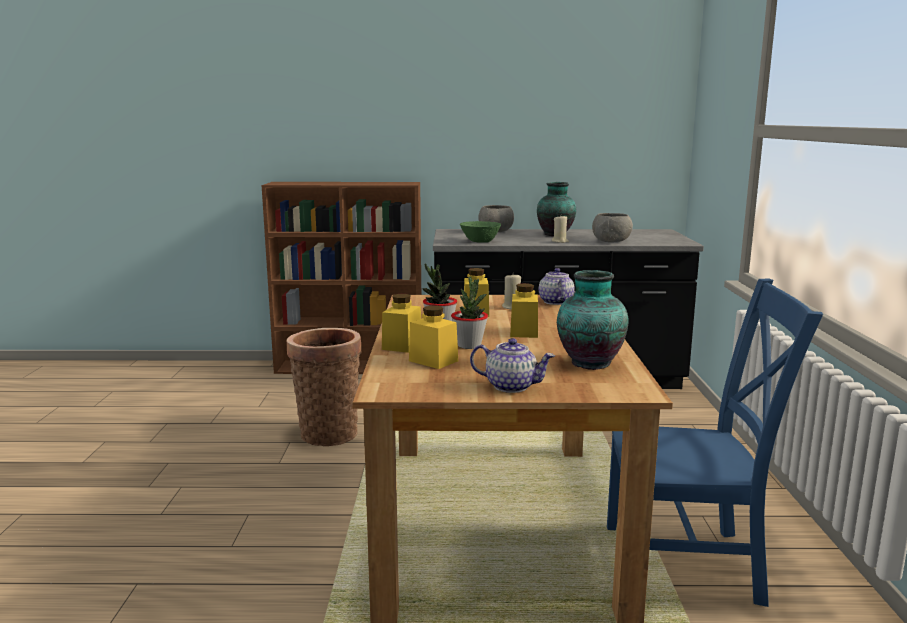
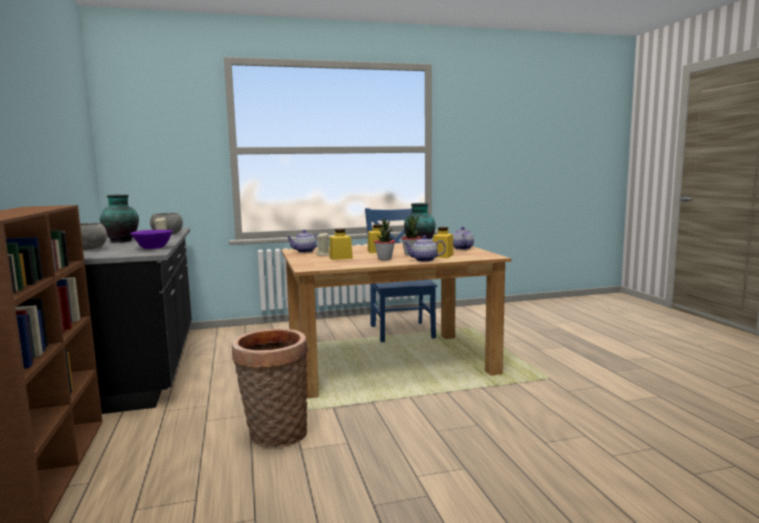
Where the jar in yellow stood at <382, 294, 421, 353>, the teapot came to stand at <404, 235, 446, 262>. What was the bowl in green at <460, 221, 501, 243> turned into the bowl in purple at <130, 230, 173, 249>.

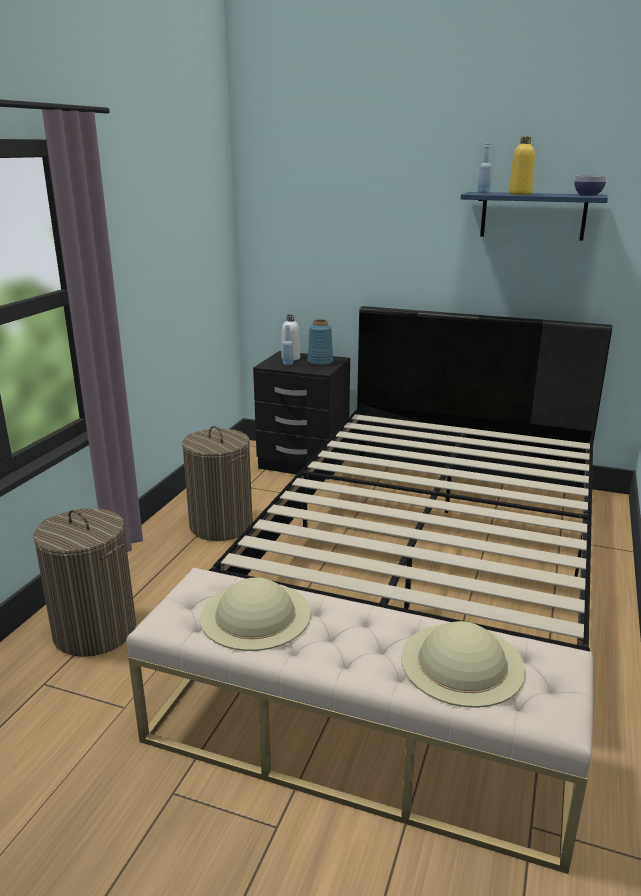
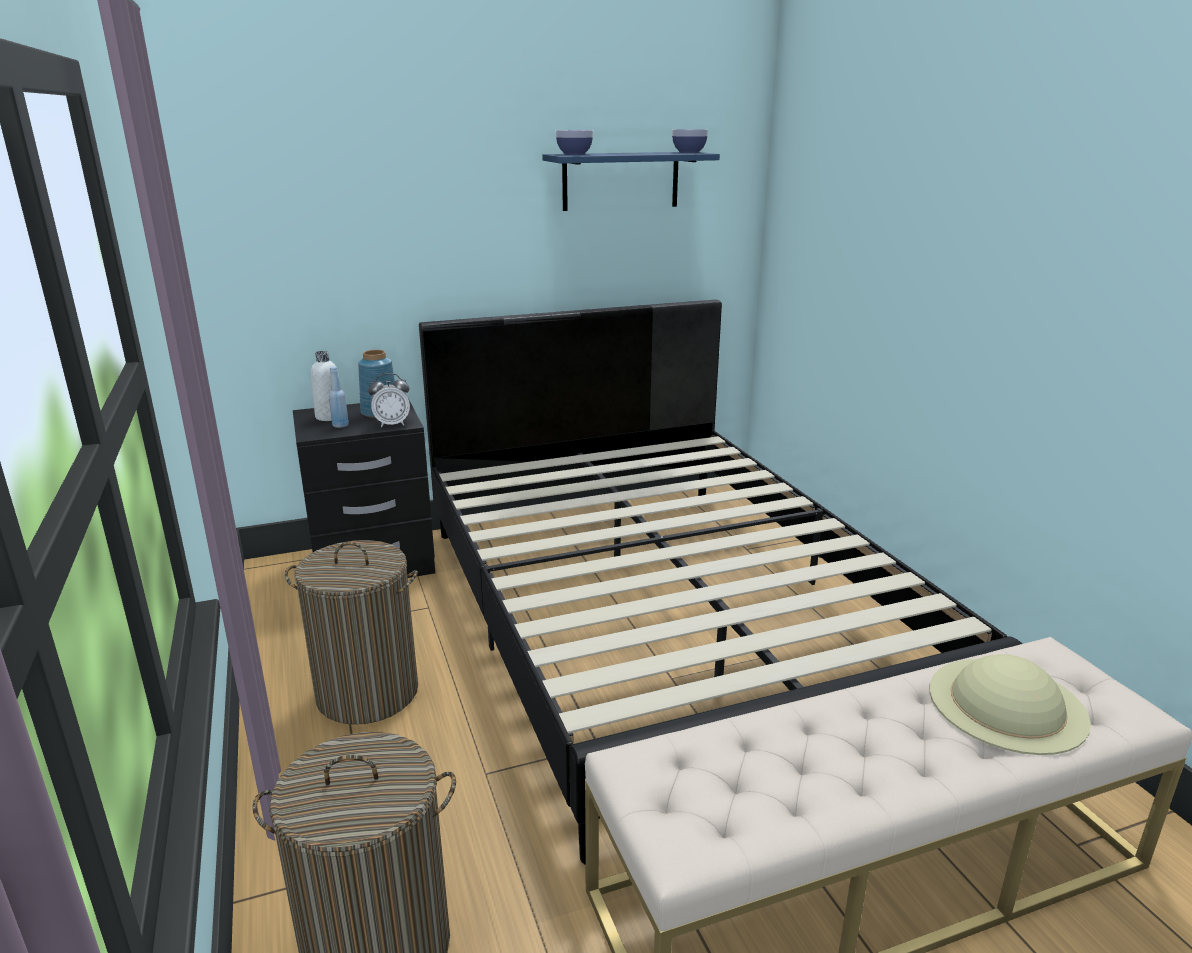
The second view lost the hat in beige at <200, 577, 311, 651>. Where the bottle in blue stood at <478, 143, 492, 193>, the bowl came to stand at <556, 130, 593, 155>. The second view lost the bottle in yellow at <509, 136, 535, 195>. The second view gained the alarm clock at <368, 373, 410, 428>.

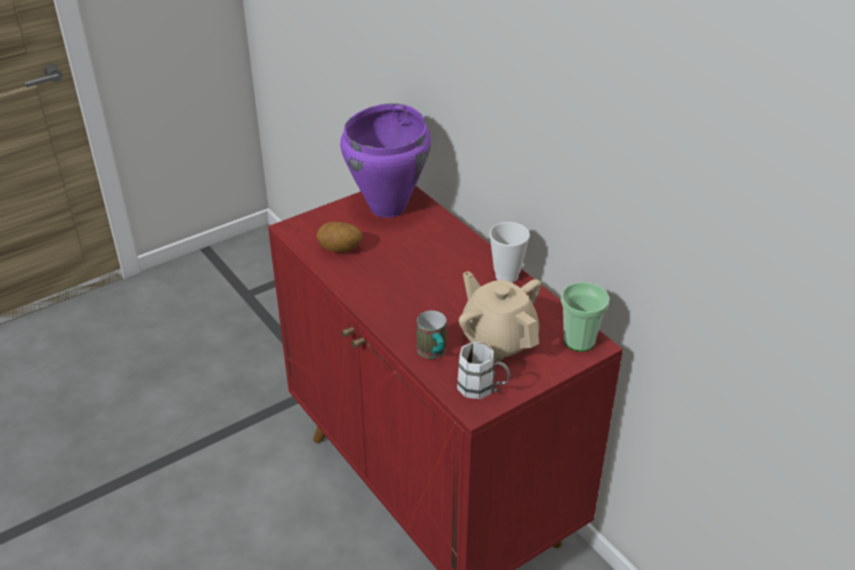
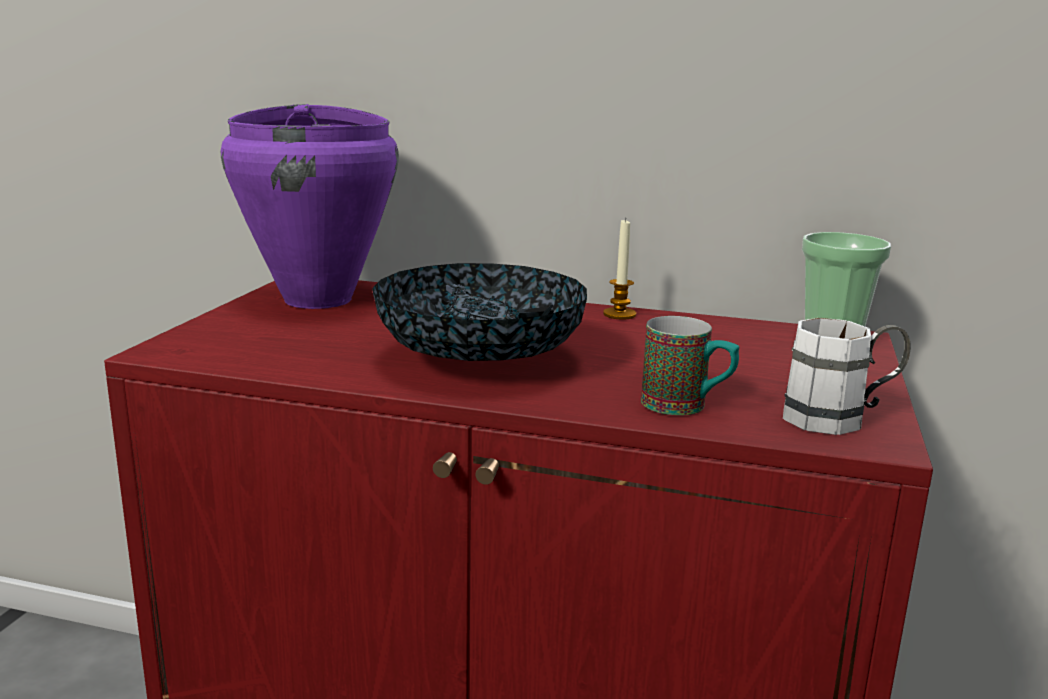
The second view lost the potato at <317, 222, 363, 253>. The second view lost the teapot in beige at <459, 271, 541, 361>. Where the cup stood at <489, 222, 530, 283>, the candle came to stand at <603, 219, 636, 320>. The second view gained the bowl at <372, 263, 587, 361>.

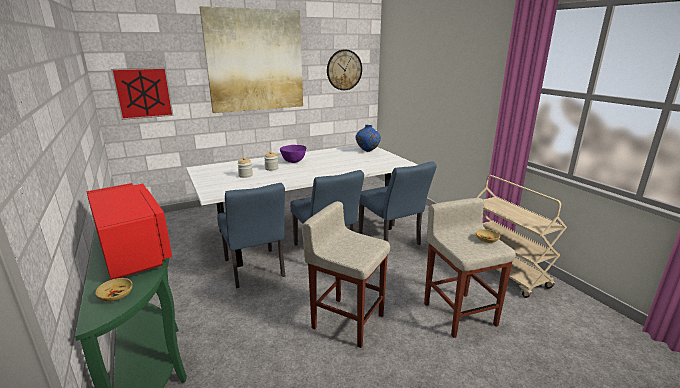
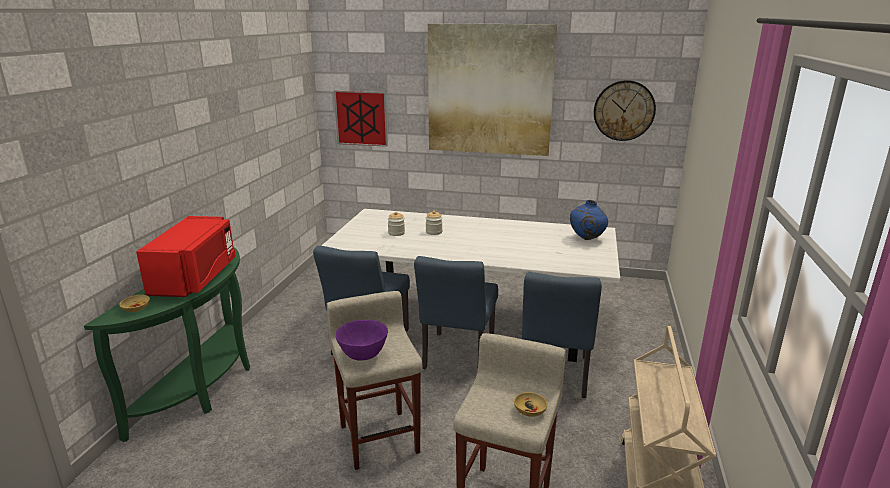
The bowl in purple ended up elsewhere, having gone from <280, 145, 306, 163> to <335, 320, 388, 361>.

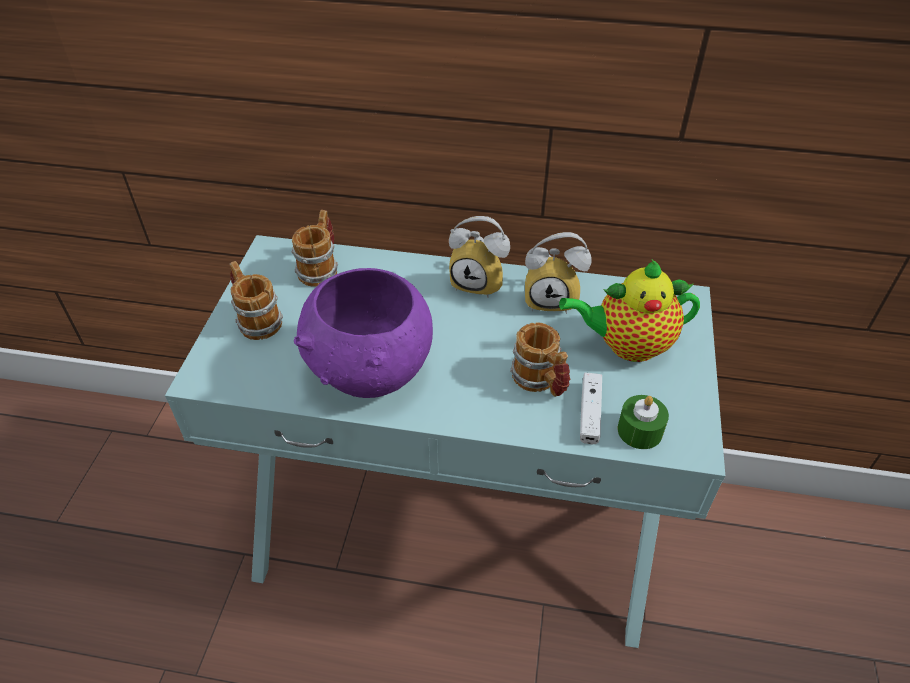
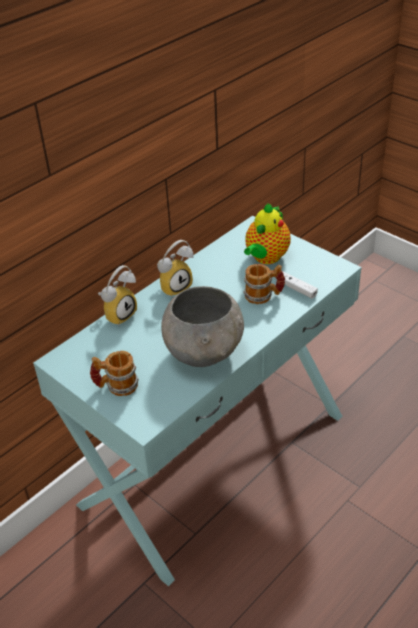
The second view lost the mug at <291, 210, 338, 287>. What was the bowl in purple at <294, 268, 433, 398> turned into the bowl in grey at <161, 286, 244, 367>. The alarm clock ended up elsewhere, having gone from <525, 232, 592, 314> to <98, 265, 137, 326>. The second view lost the candle in green at <618, 395, 669, 449>.

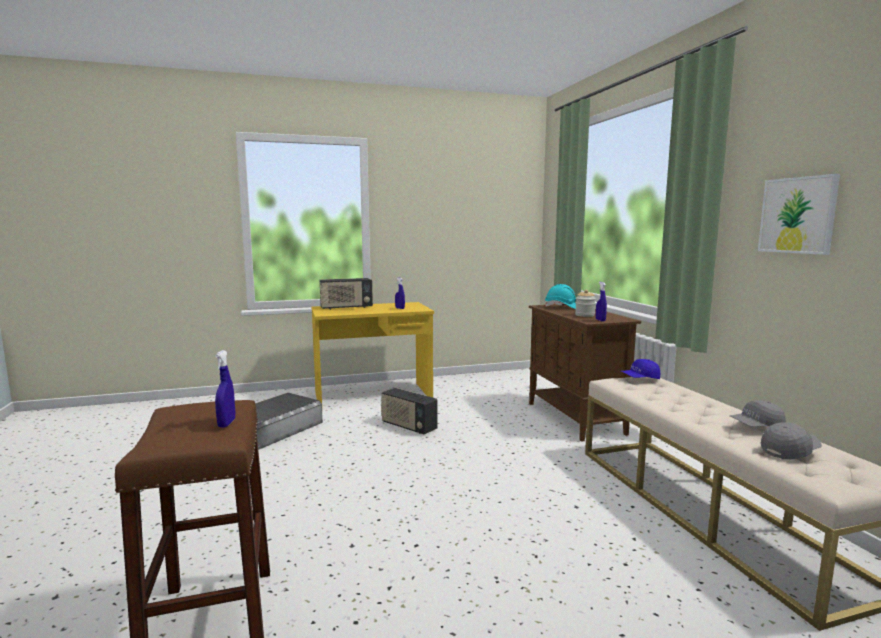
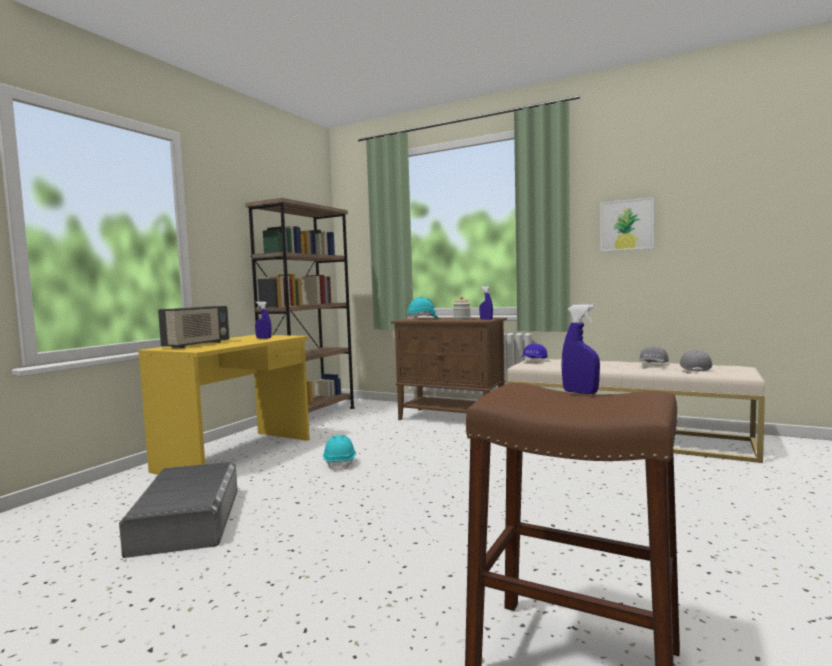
Where the radio stood at <381, 388, 438, 434>, the hard hat in turquoise came to stand at <323, 435, 356, 471>. The second view gained the bookcase in brown at <245, 198, 355, 413>.

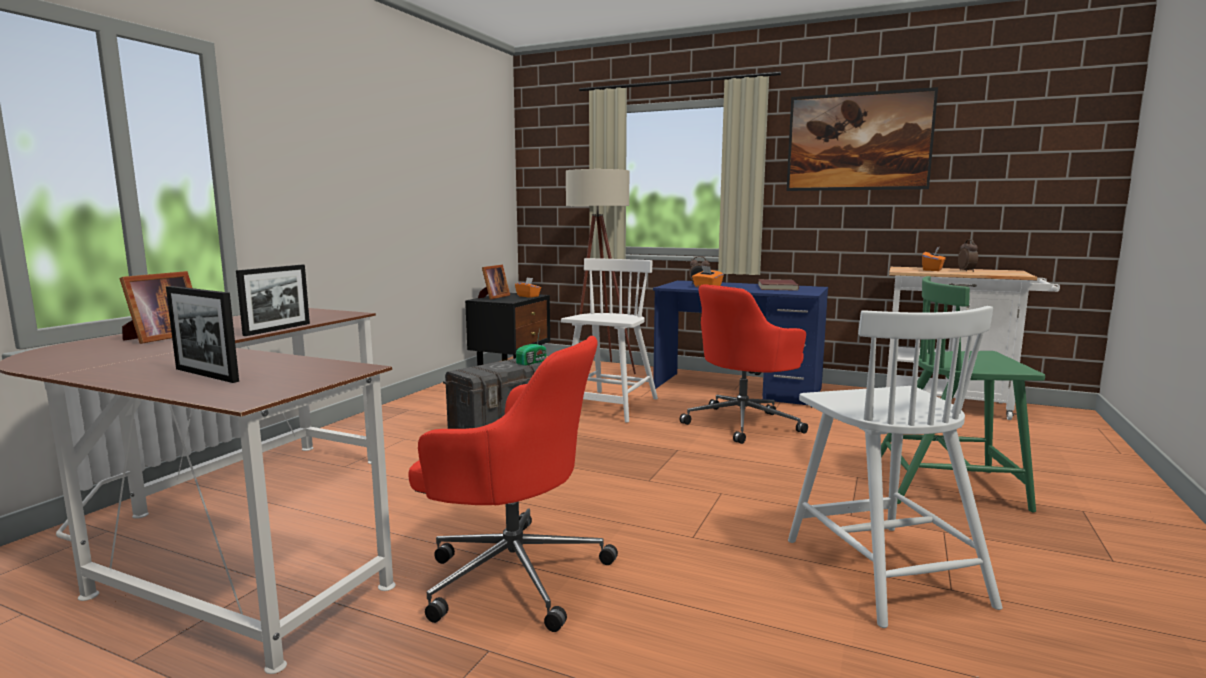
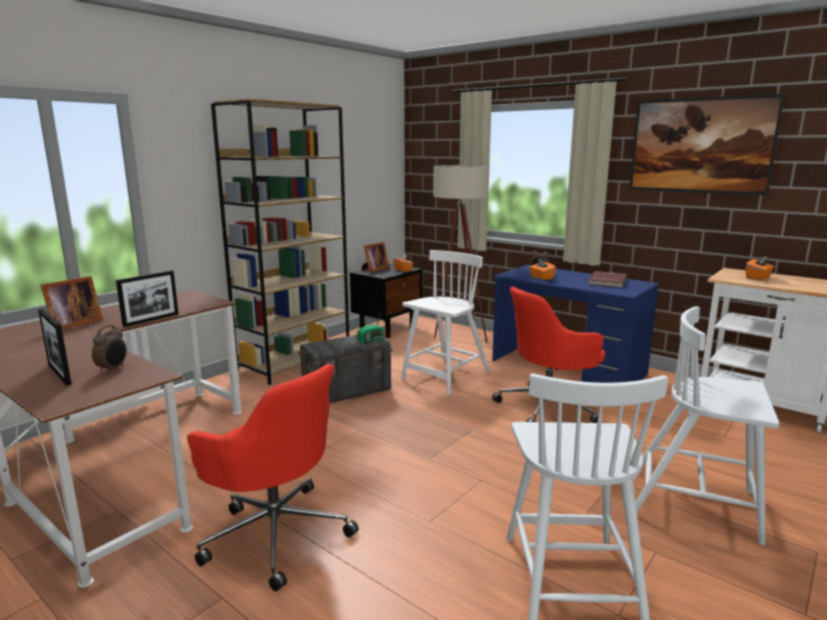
What was the chair in green at <881, 276, 1045, 512> turned into the chair in white at <636, 306, 779, 546>. The alarm clock ended up elsewhere, having gone from <958, 239, 978, 272> to <92, 325, 127, 373>. The second view gained the bookcase in brown at <211, 99, 349, 385>.

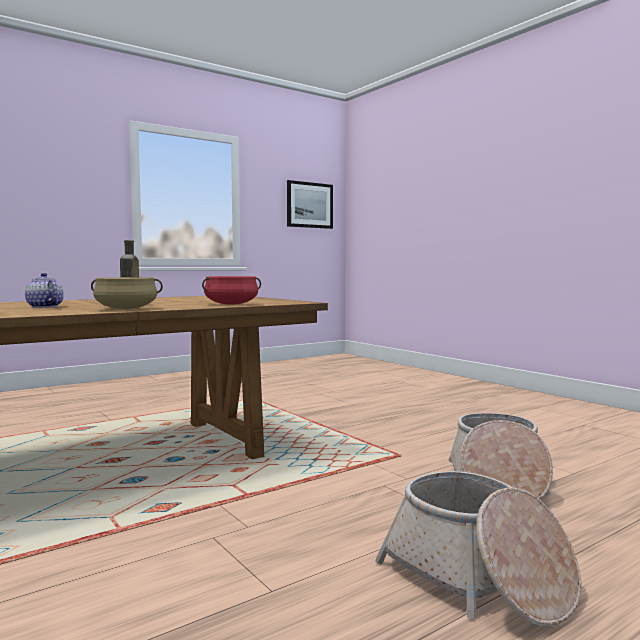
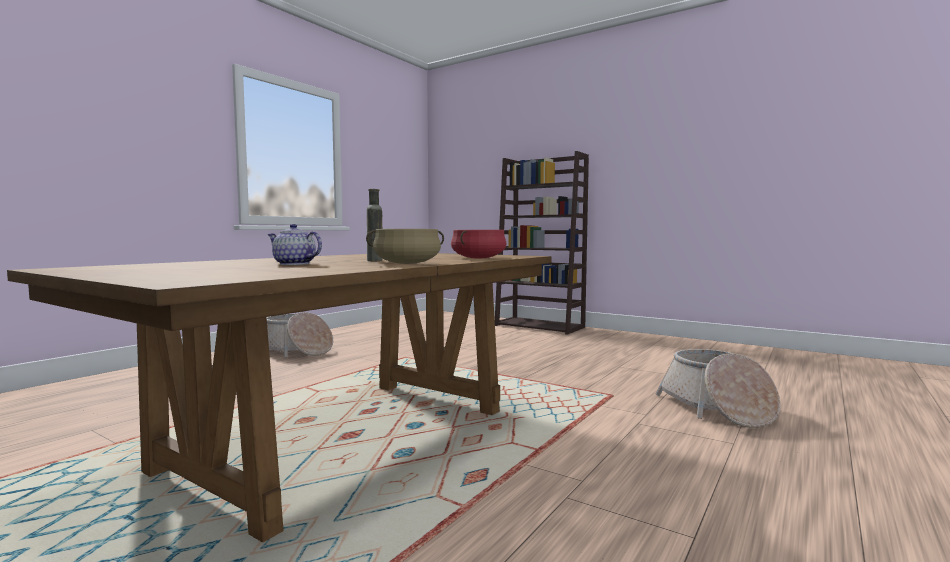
The second view lost the picture at <287, 180, 333, 229>. The basket ended up elsewhere, having gone from <375, 471, 582, 627> to <266, 312, 333, 358>. The second view gained the bookcase in brown at <495, 151, 589, 335>.

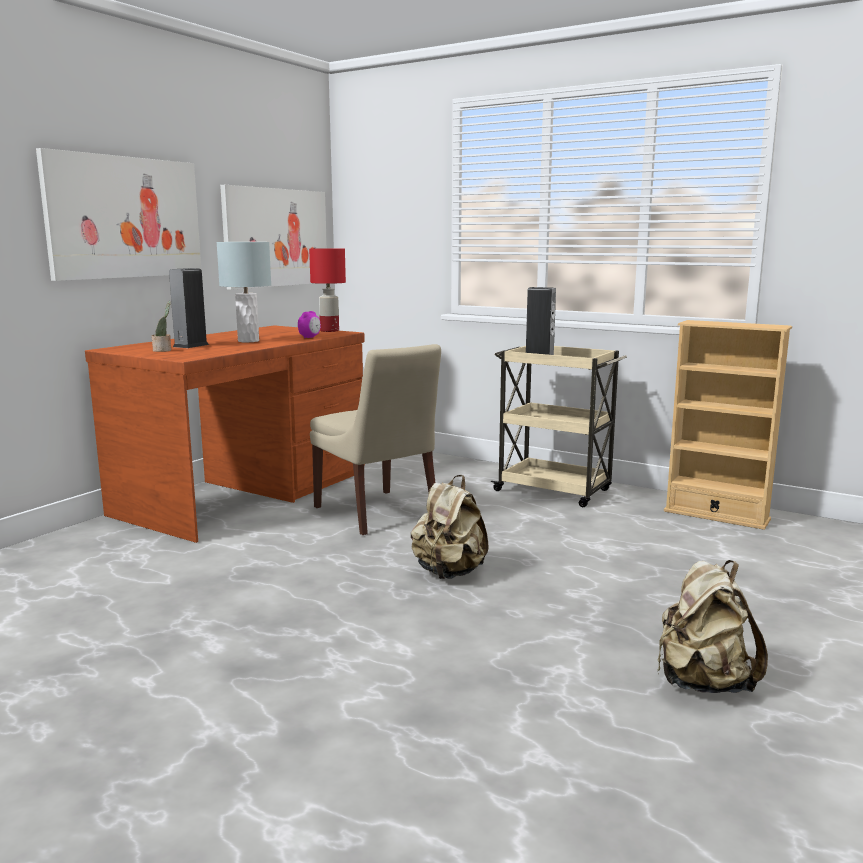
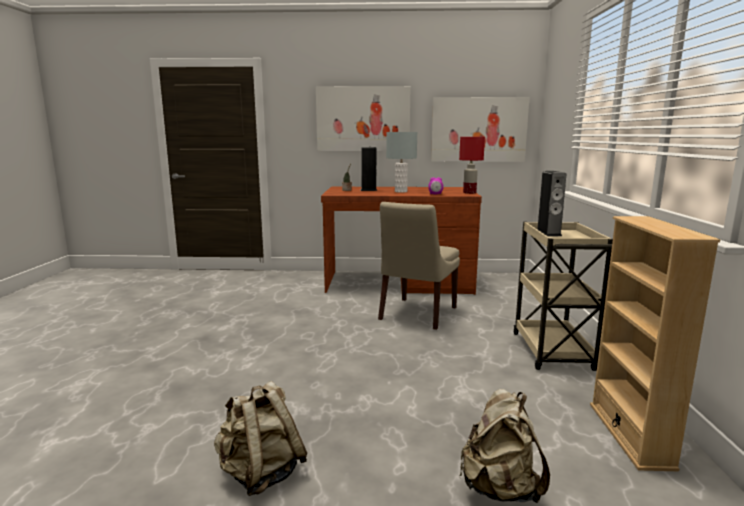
The backpack in beige ended up elsewhere, having gone from <411, 475, 489, 579> to <460, 389, 550, 503>.

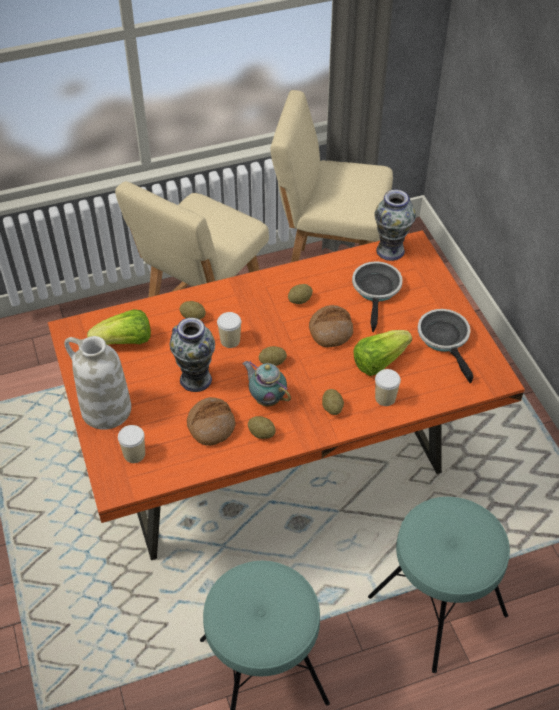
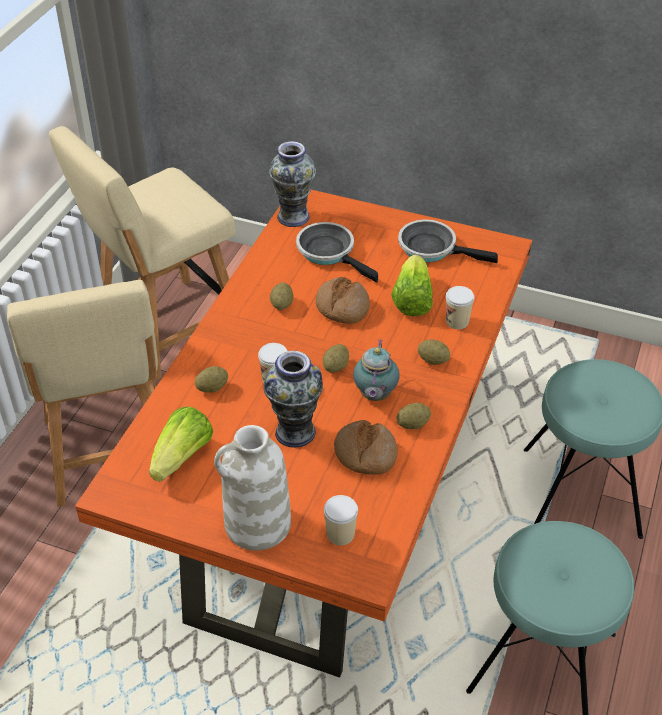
The teapot at <243, 361, 291, 406> ended up facing another way, 75 degrees counterclockwise from before.

